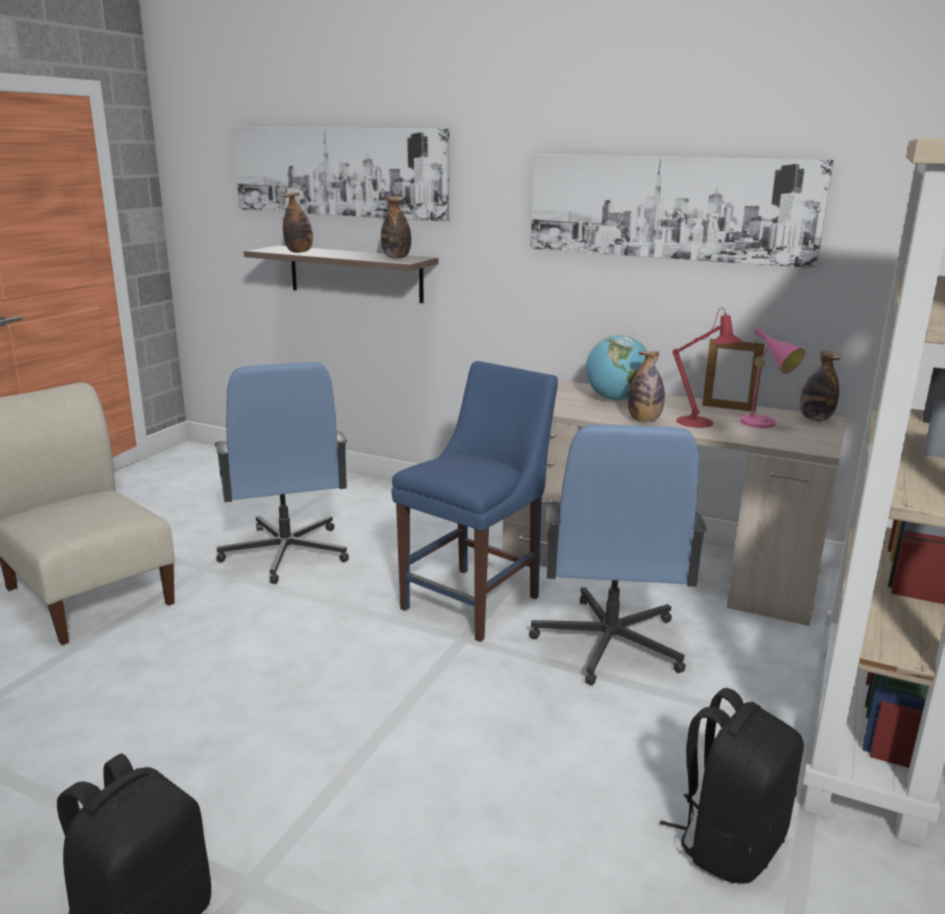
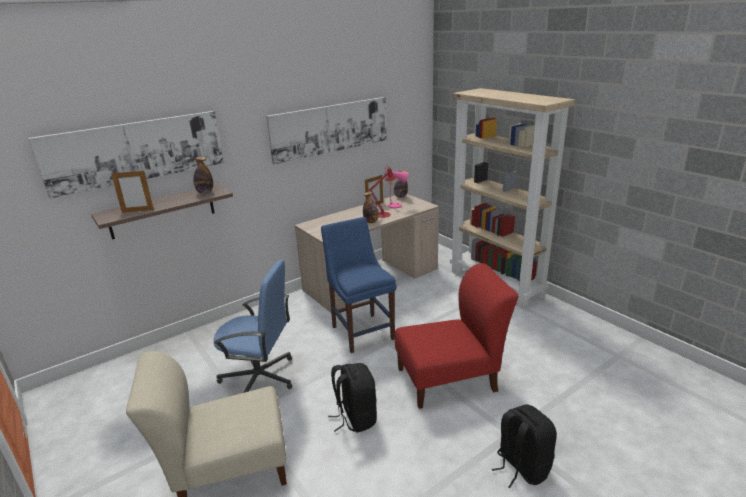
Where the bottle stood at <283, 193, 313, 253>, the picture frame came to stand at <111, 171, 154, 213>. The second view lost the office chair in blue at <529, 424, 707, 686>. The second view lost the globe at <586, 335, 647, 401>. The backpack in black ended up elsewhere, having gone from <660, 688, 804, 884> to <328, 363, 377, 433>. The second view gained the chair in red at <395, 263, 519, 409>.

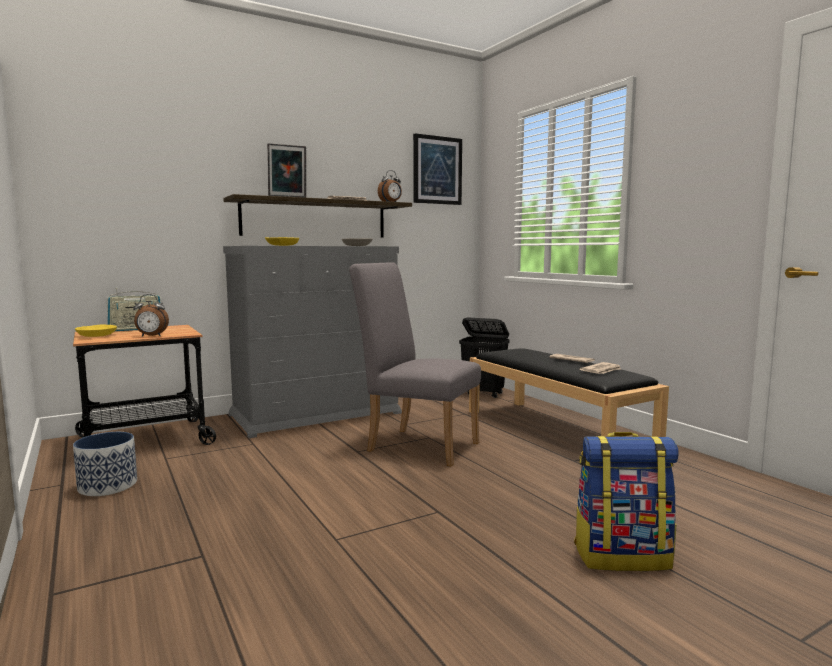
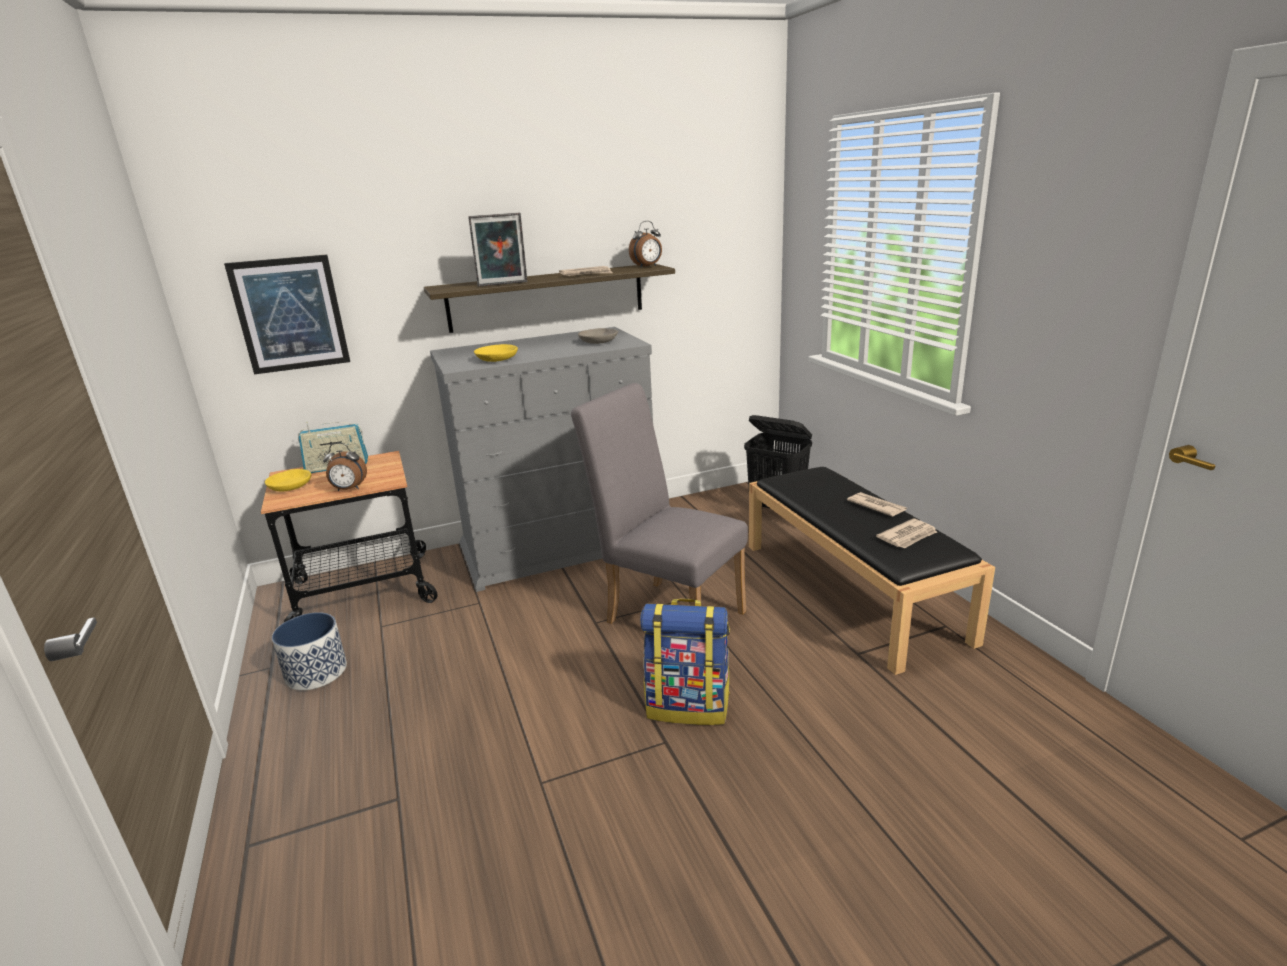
The picture ended up elsewhere, having gone from <413, 133, 462, 205> to <224, 254, 350, 374>. The backpack ended up elsewhere, having gone from <574, 432, 679, 571> to <640, 599, 730, 725>.

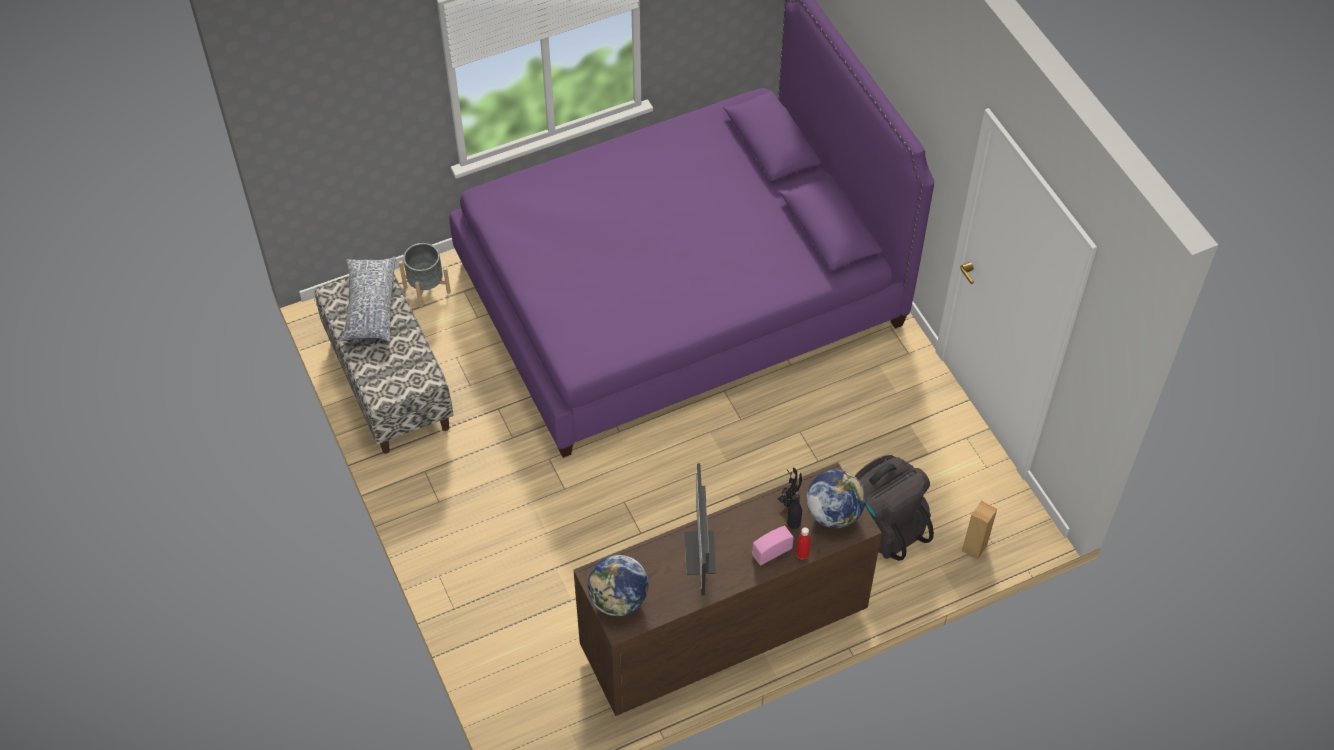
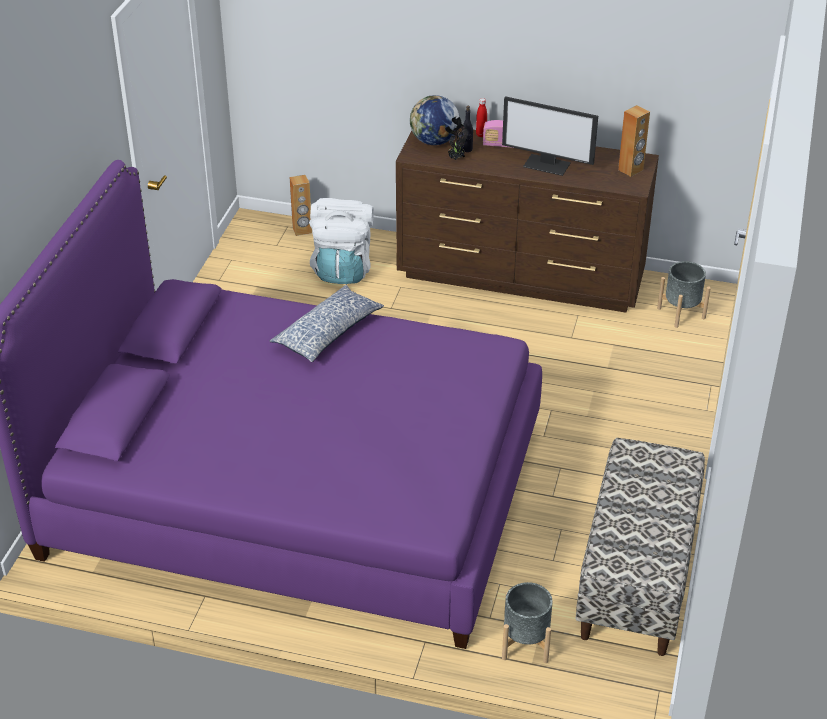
The pillow ended up elsewhere, having gone from <340, 256, 396, 342> to <270, 284, 384, 362>. Where the globe stood at <588, 555, 648, 616>, the speaker in brown came to stand at <618, 105, 650, 177>. The monitor at <684, 463, 716, 595> ended up facing another way, 75 degrees clockwise from before. What was the backpack in black at <855, 455, 934, 561> turned into the backpack in white at <309, 198, 374, 284>. The second view gained the planter in grey at <657, 261, 711, 328>.

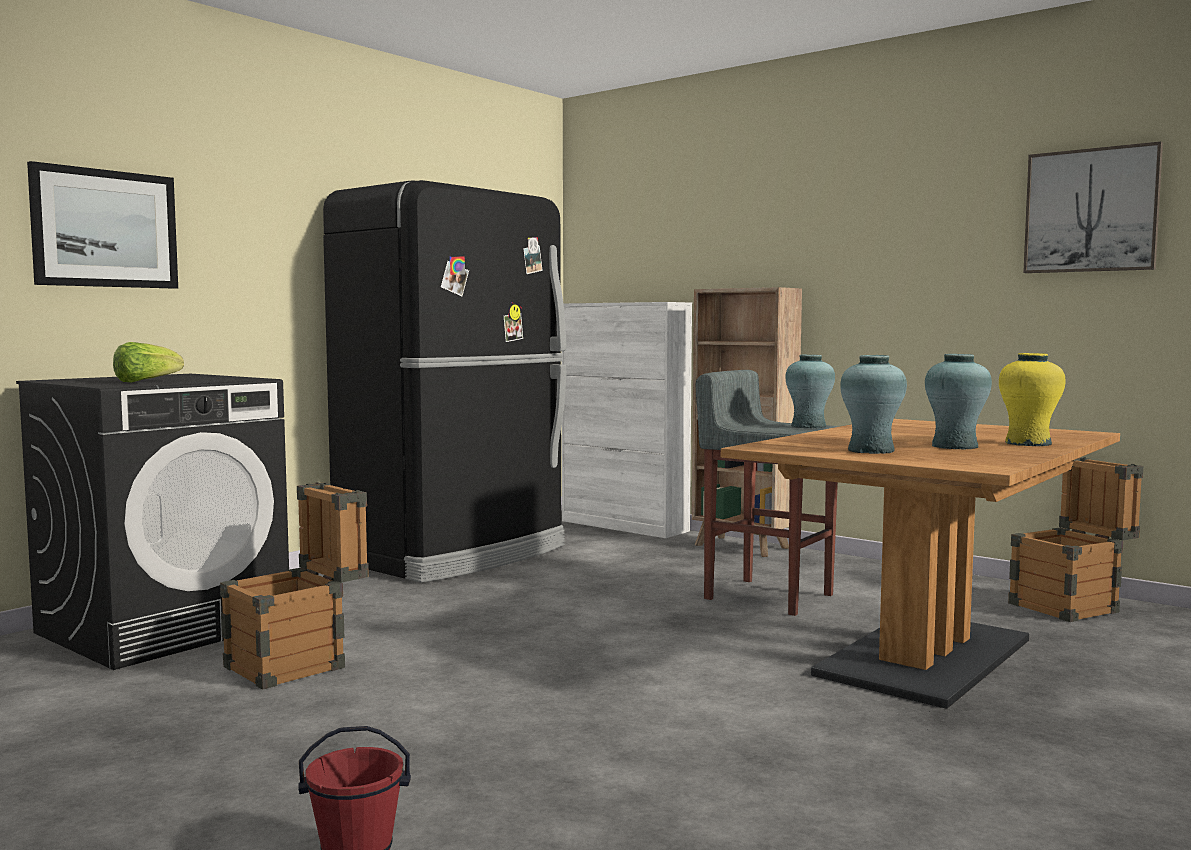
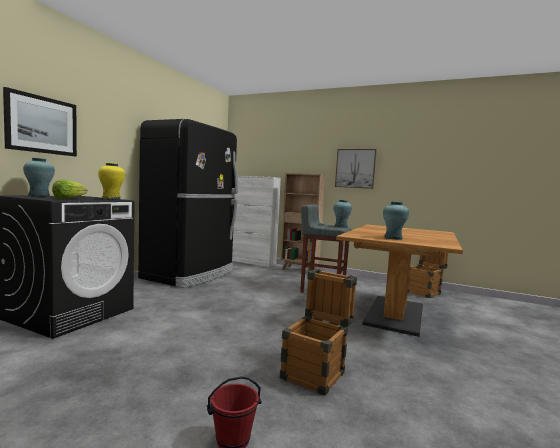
The crate ended up elsewhere, having gone from <220, 482, 369, 690> to <280, 269, 357, 396>. The vase in turquoise ended up elsewhere, having gone from <925, 354, 992, 449> to <23, 158, 55, 197>. The vase in yellow ended up elsewhere, having gone from <999, 353, 1065, 446> to <98, 163, 125, 200>. The picture ended up elsewhere, having gone from <1023, 141, 1163, 273> to <335, 149, 377, 189>.

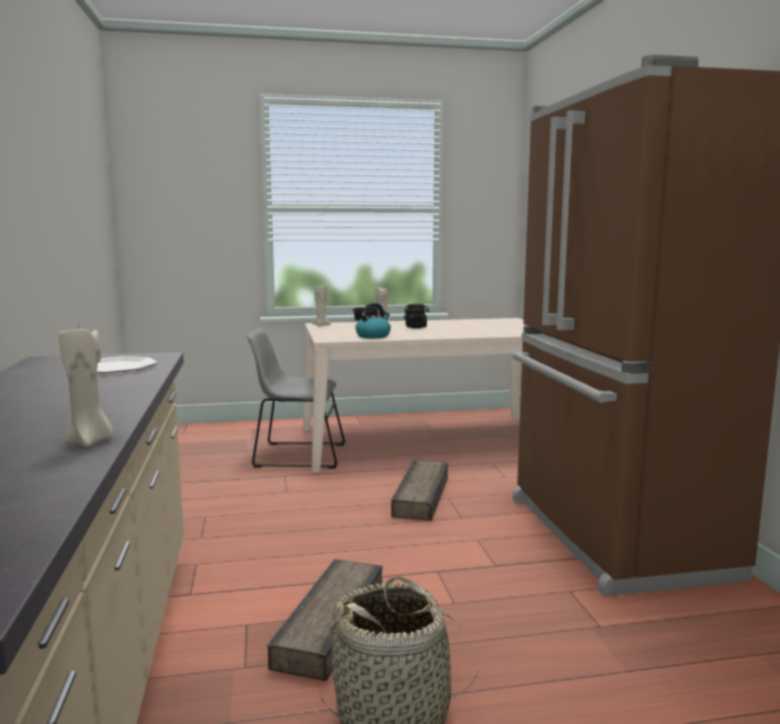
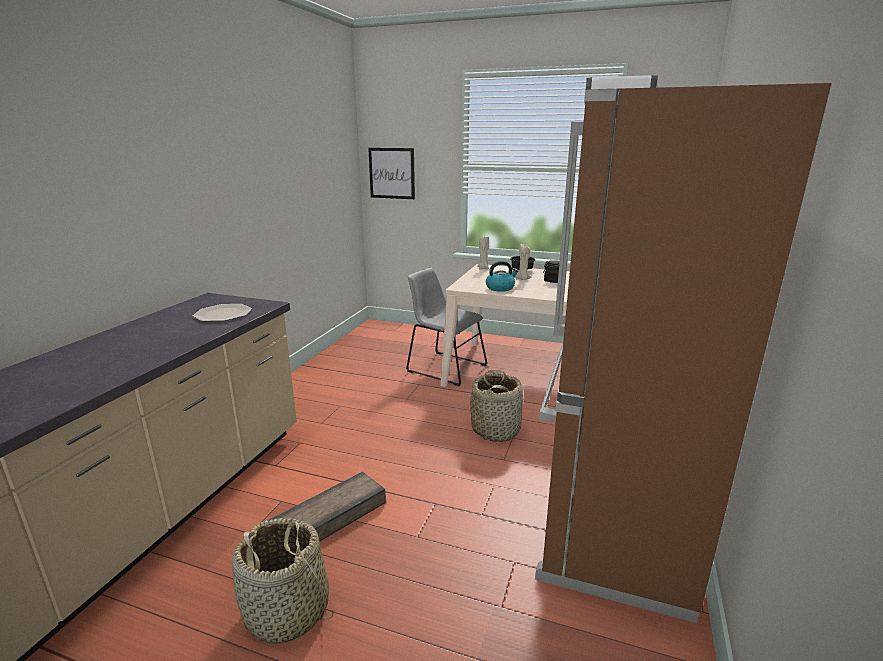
The second view lost the candle in beige at <59, 326, 113, 447>. Where the crate stood at <391, 460, 448, 521>, the basket came to stand at <470, 370, 523, 442>. The second view gained the picture at <368, 148, 415, 199>.

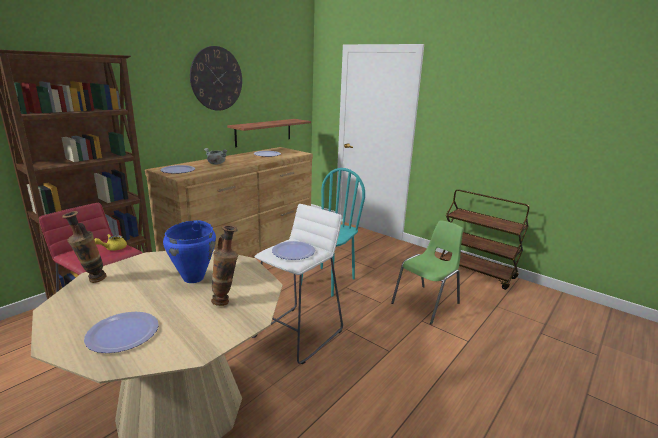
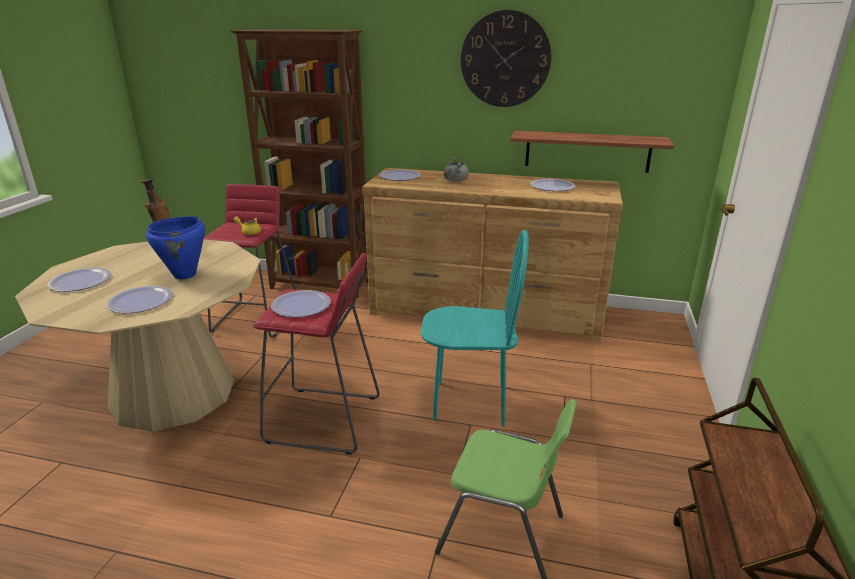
Where the vase stood at <211, 226, 238, 306>, the plate came to stand at <107, 286, 173, 313>. What was the stool in white at <252, 204, 343, 364> turned into the stool in red at <253, 253, 380, 455>.

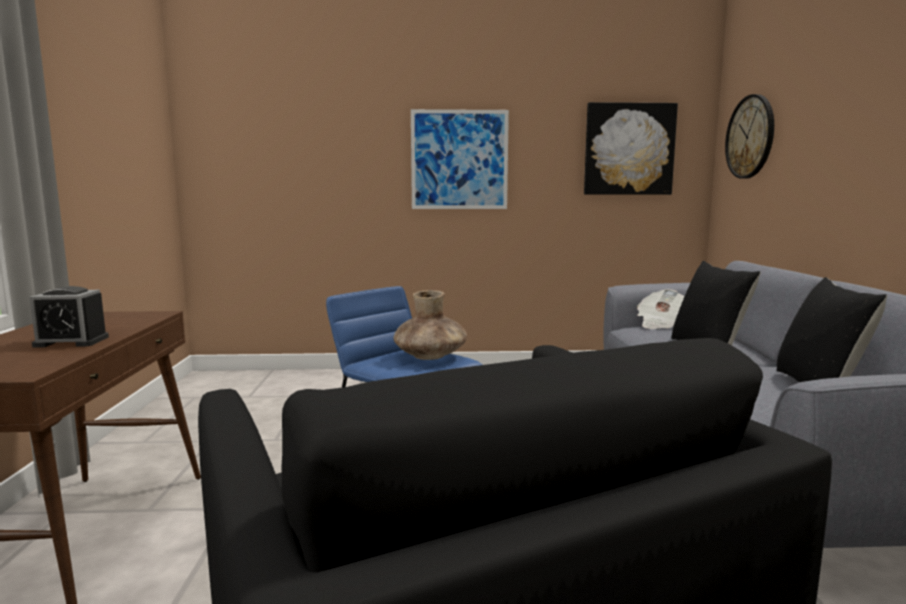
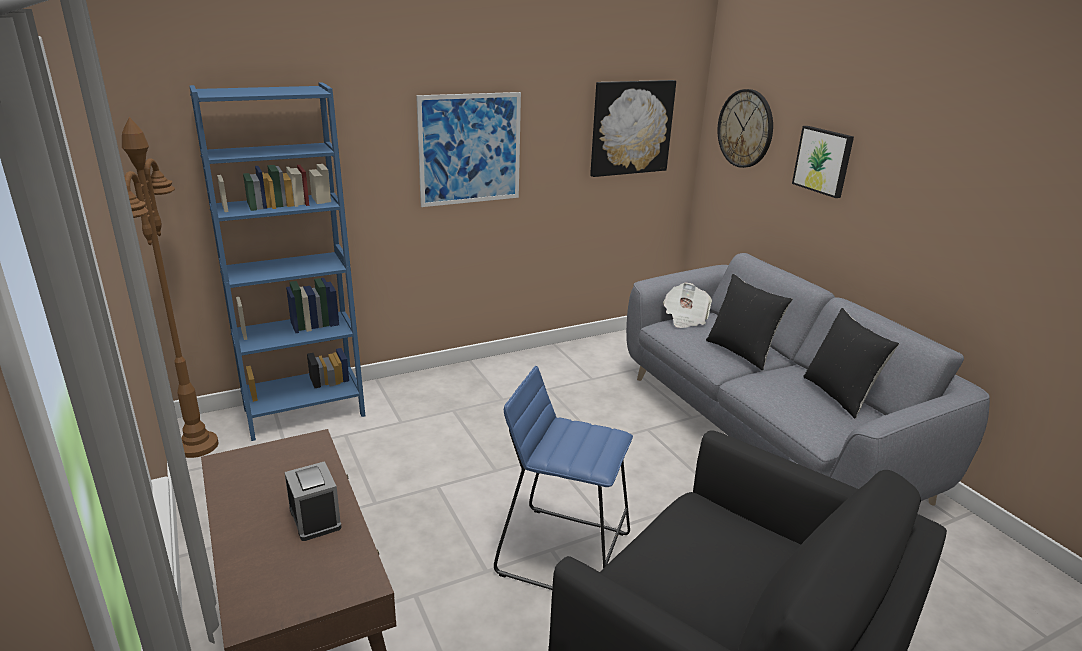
The alarm clock at <29, 286, 109, 348> ended up facing another way, 90 degrees counterclockwise from before. The second view lost the vase in brown at <393, 290, 467, 360>. The second view gained the floor lamp in brown at <122, 117, 218, 458>. The second view gained the bookcase in blue at <189, 82, 365, 441>. The second view gained the picture at <792, 126, 854, 198>.

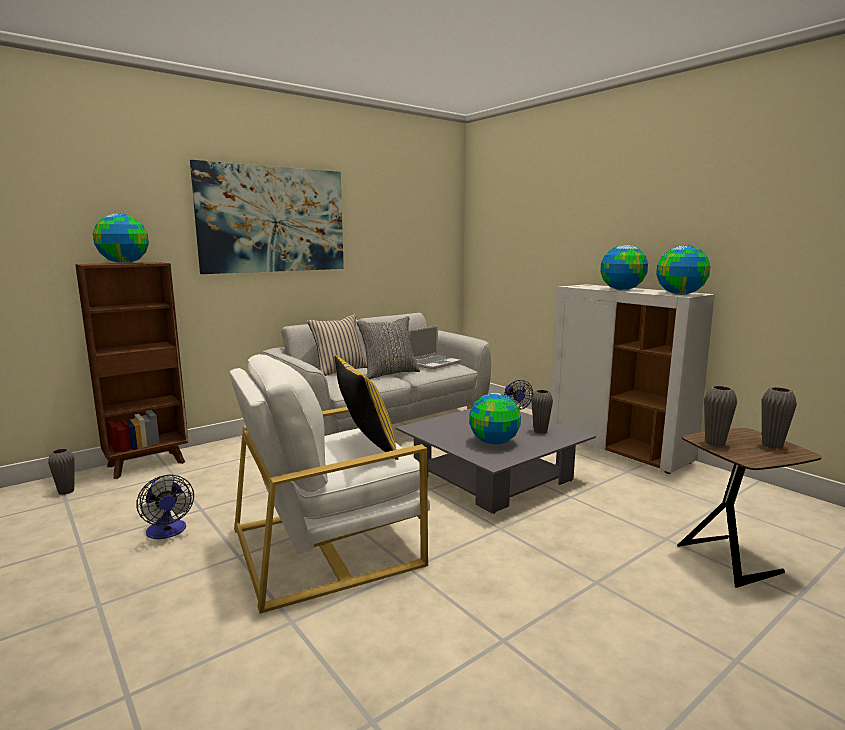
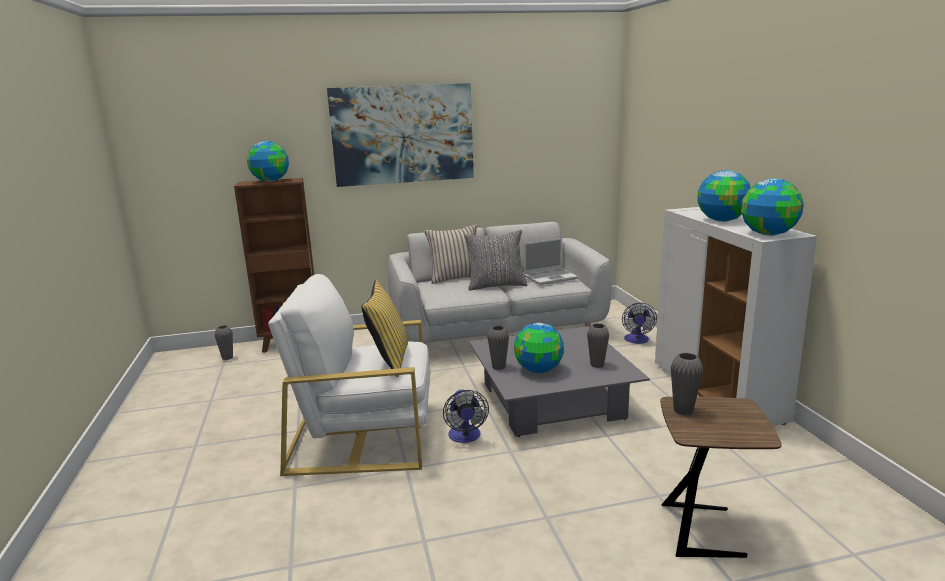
The fan ended up elsewhere, having gone from <136, 475, 194, 539> to <443, 389, 489, 443>. The vase in grey ended up elsewhere, having gone from <762, 387, 797, 449> to <488, 326, 509, 370>.

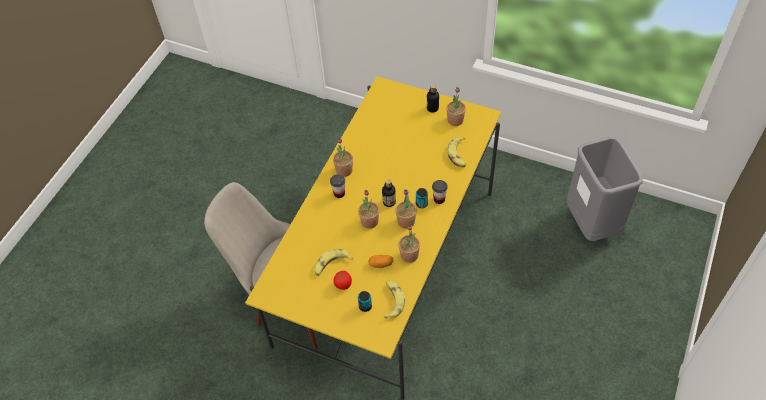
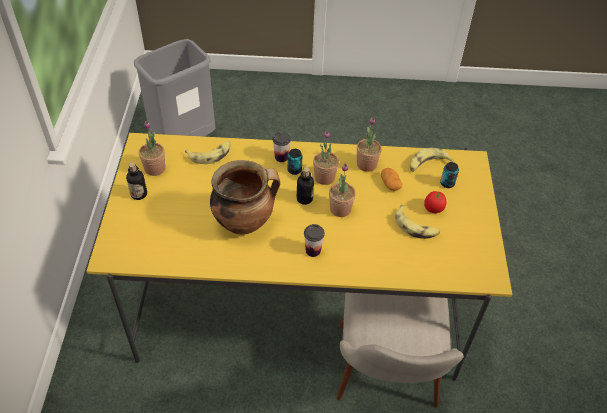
The second view lost the potted plant at <333, 138, 353, 177>. The second view gained the cooking pot at <210, 160, 280, 235>.

